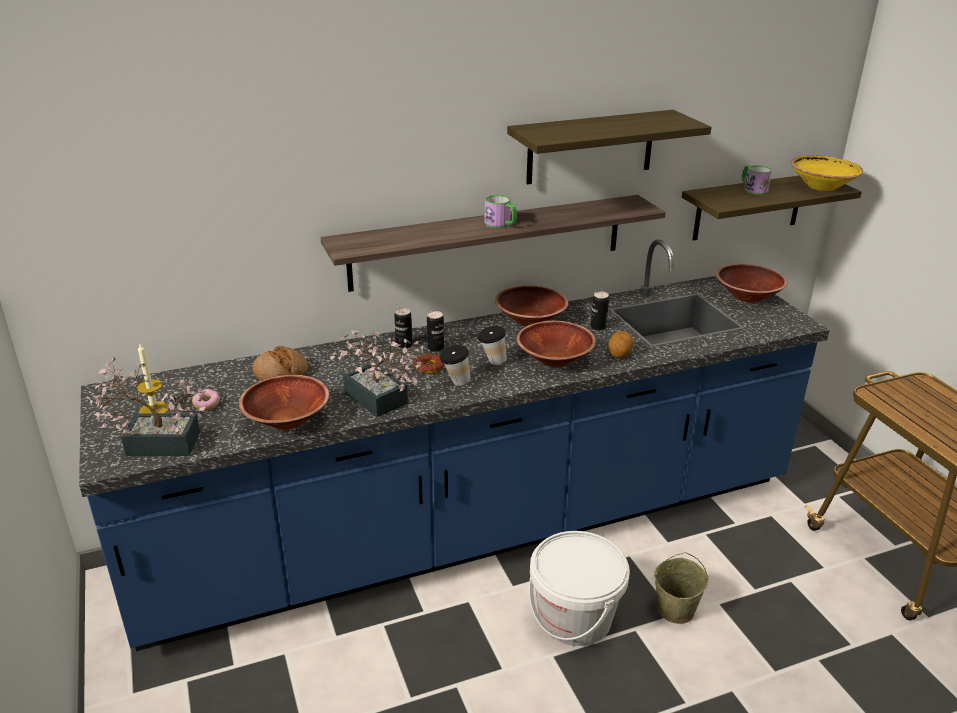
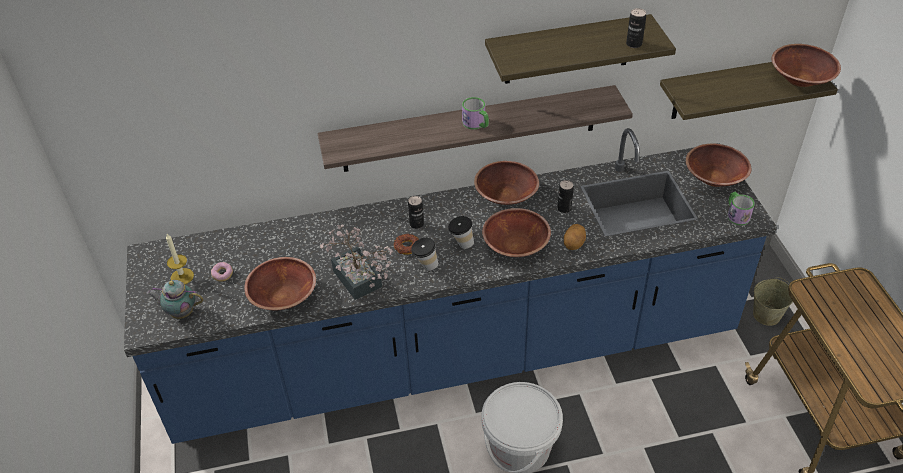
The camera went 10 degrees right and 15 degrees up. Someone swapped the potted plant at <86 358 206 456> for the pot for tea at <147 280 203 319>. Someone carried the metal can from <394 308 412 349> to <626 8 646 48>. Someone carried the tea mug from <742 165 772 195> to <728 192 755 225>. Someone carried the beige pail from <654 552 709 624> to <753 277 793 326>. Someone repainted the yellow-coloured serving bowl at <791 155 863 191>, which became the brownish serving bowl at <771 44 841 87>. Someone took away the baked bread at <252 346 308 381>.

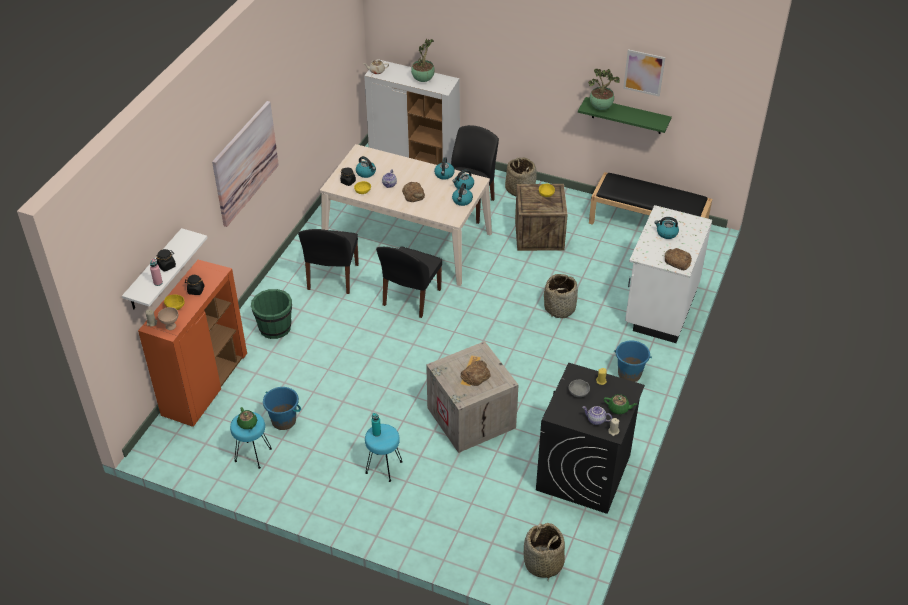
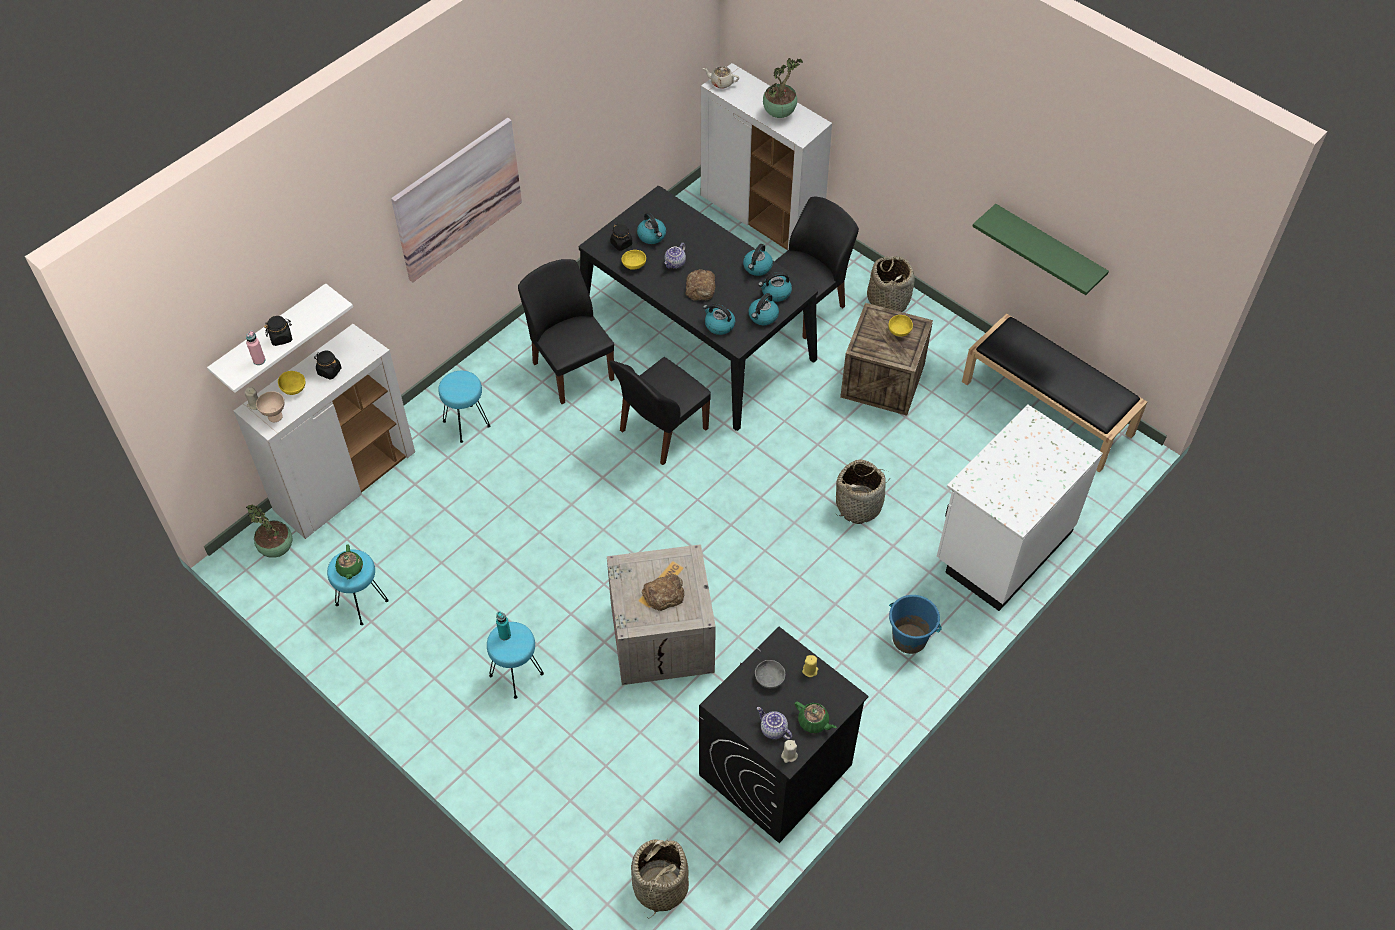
The camera went 20 degrees right and 10 degrees up. Someone repainted the orange-coloured storage cabinet at <138 260 247 427>, which became the white-coloured storage cabinet at <234 324 415 539>. Someone carried the potted plant from <588 69 620 110> to <246 505 292 558>. Someone swapped the green-coloured pail at <251 289 292 339> for the turquoise sitting stool at <438 371 490 443>. Someone rotated the blackish upright chair at <298 229 359 294> by 120 degrees clockwise. Someone repainted the beige dinner table at <320 144 492 286>, which became the blackish dinner table at <579 186 818 431>. Someone carried the kettle from <654 217 679 239> to <703 304 735 335>. Someone took away the bluish pail at <263 387 301 430>. Someone took away the wall art at <623 49 665 96>. Someone took away the baked bread at <665 248 692 270>.

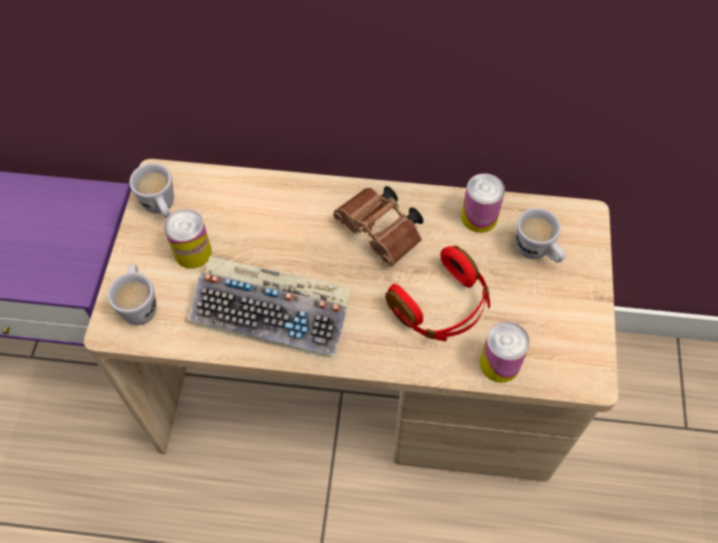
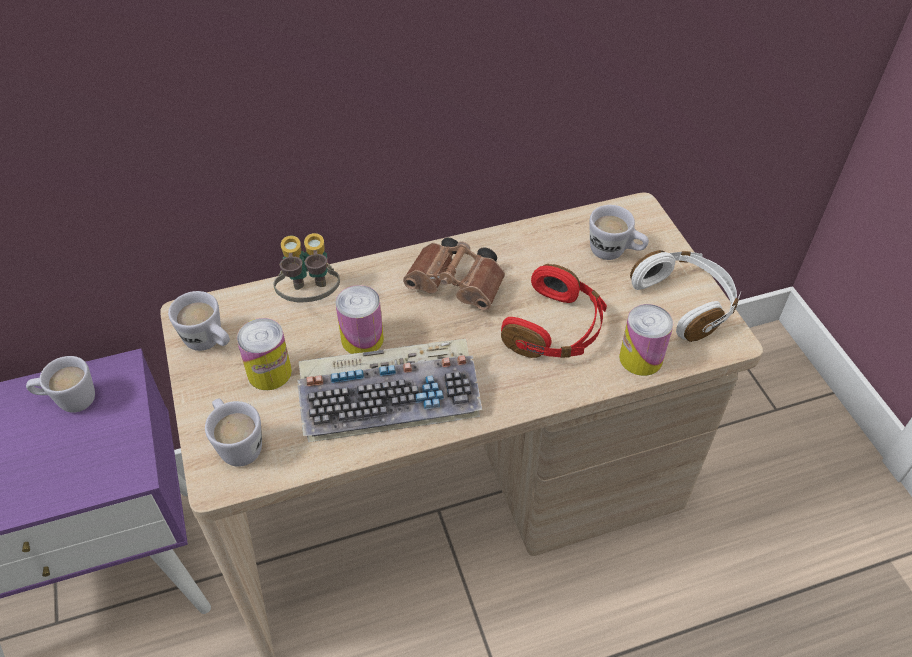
The camera went 25 degrees left and 10 degrees down. Someone put down the white-coloured tea mug at <26 356 95 413>. Someone put down the field glasses at <273 233 340 302>. Someone carried the metal can from <461 173 505 233> to <336 285 384 354>. Someone put down the white-coloured headset at <630 250 741 342>.

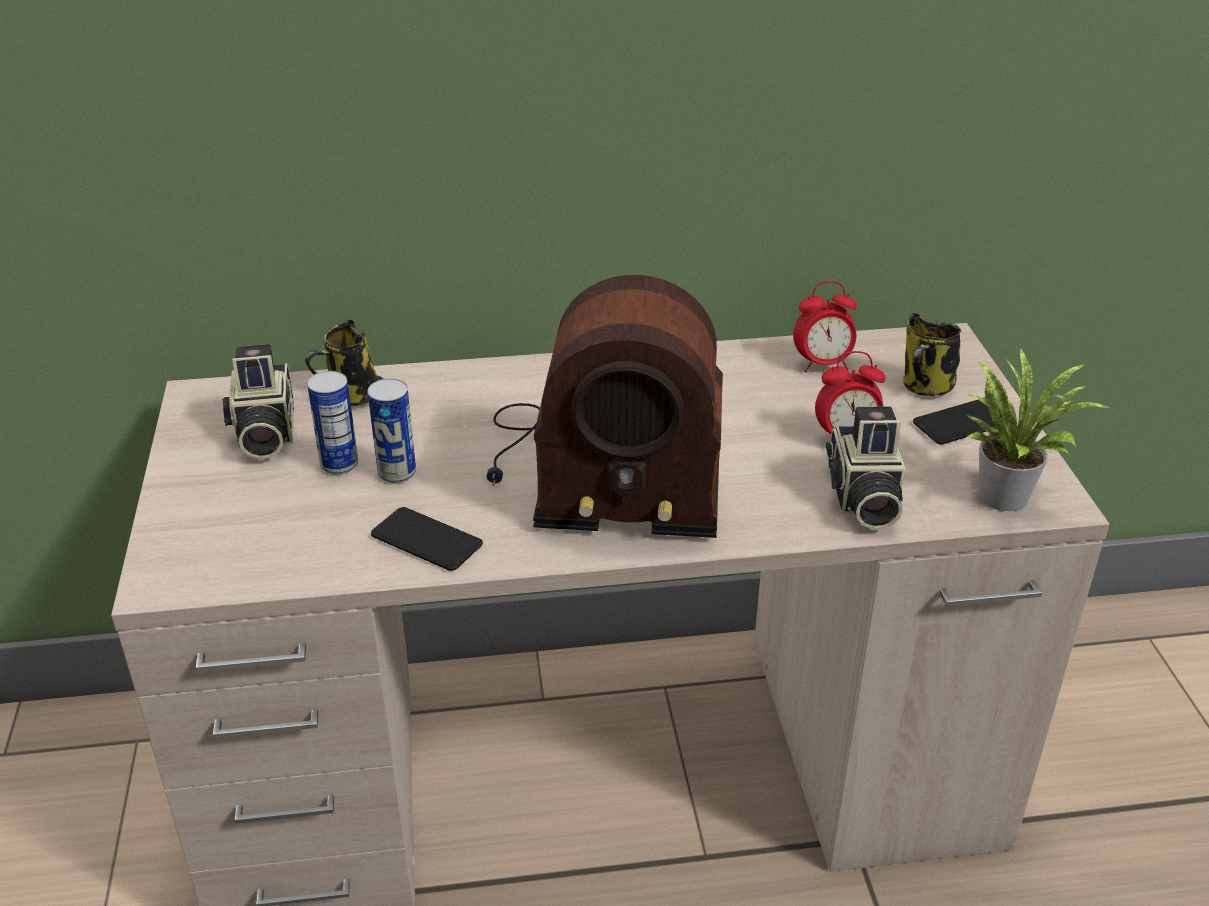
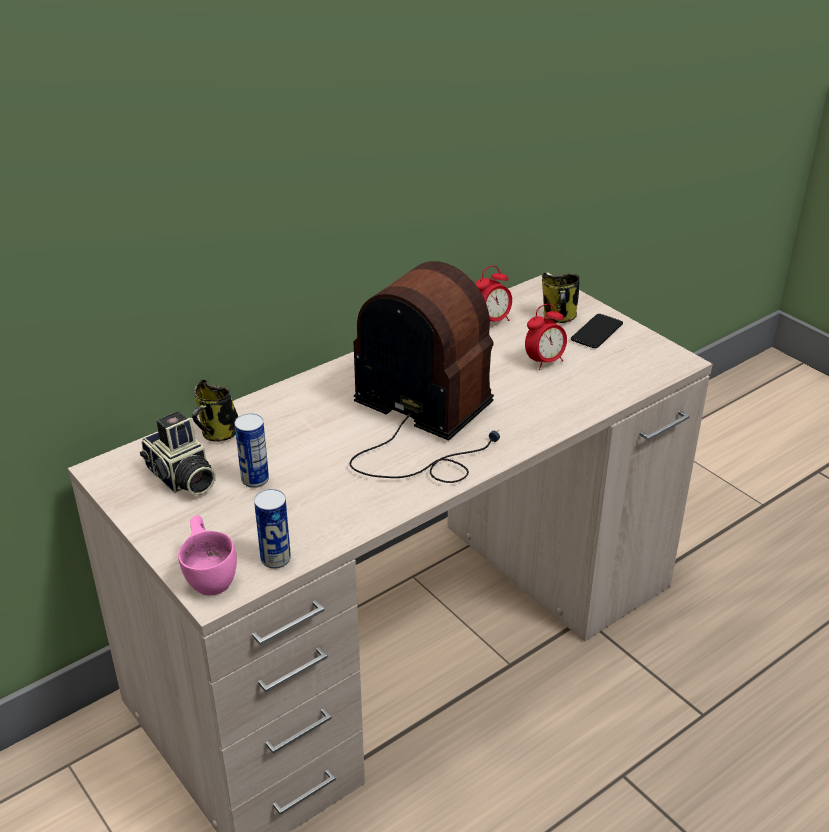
The camera went 30 degrees left and 0 degrees up. Someone put down the pink-coloured drinking cup at <178 515 237 596>. Someone carried the metal can from <367 378 416 483> to <254 489 291 569>. Someone rotated the radio receiver at <486 275 723 538> by 120 degrees counterclockwise. Someone took away the phone at <371 507 483 571>. Someone took away the photo camera at <826 407 905 530>. Someone took away the potted plant at <965 348 1110 511>.

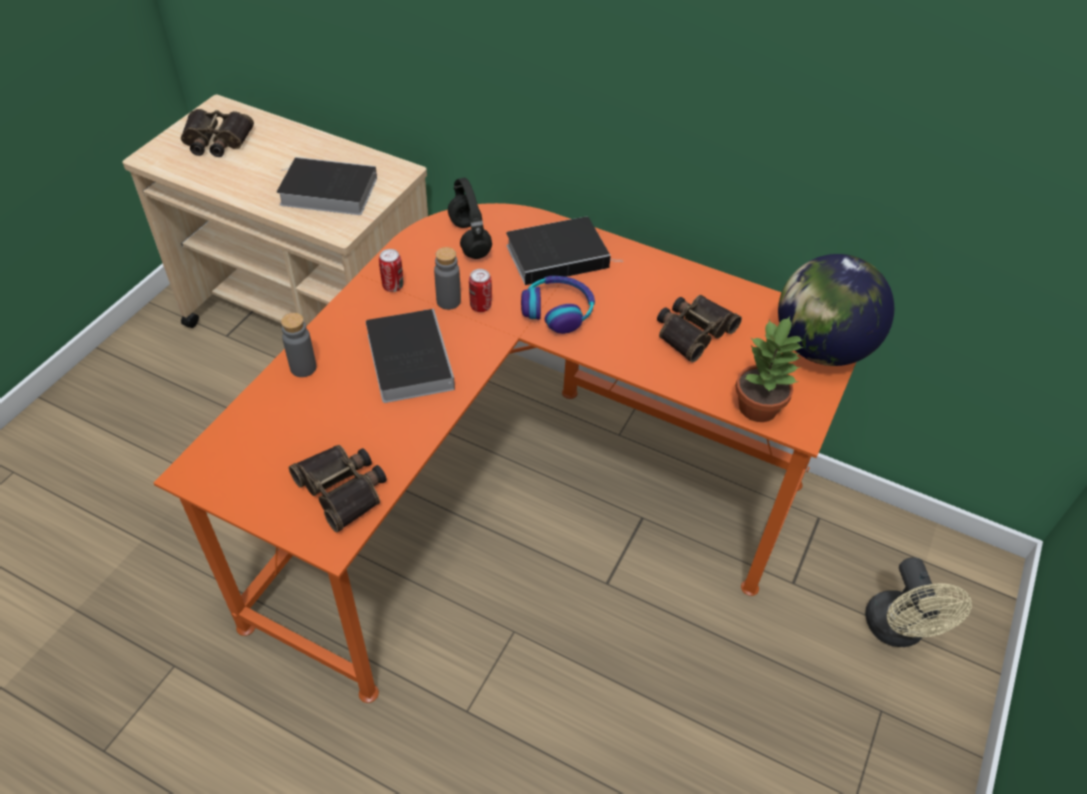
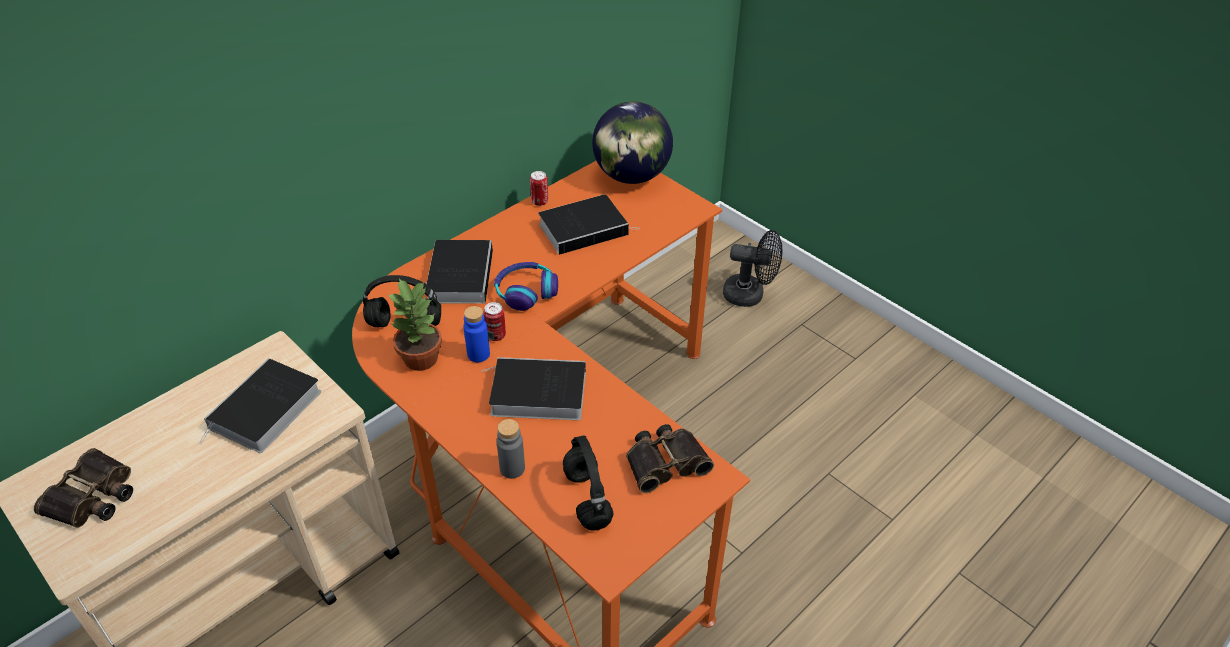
The camera went 70 degrees left and 5 degrees down. Someone carried the potted plant from <735 316 804 422> to <387 278 442 371>. Someone repainted the grey bottle at <434 247 461 310>, which became the bluish bottle at <464 306 490 362>. Someone carried the metal can from <379 249 403 292> to <530 171 548 206>. Someone swapped the field glasses at <657 295 742 363> for the volume at <538 194 640 255>. Someone put down the blackish headset at <563 435 614 531>. Someone repainted the beige electric fan at <865 557 972 647>, which became the blackish electric fan at <723 230 782 307>.

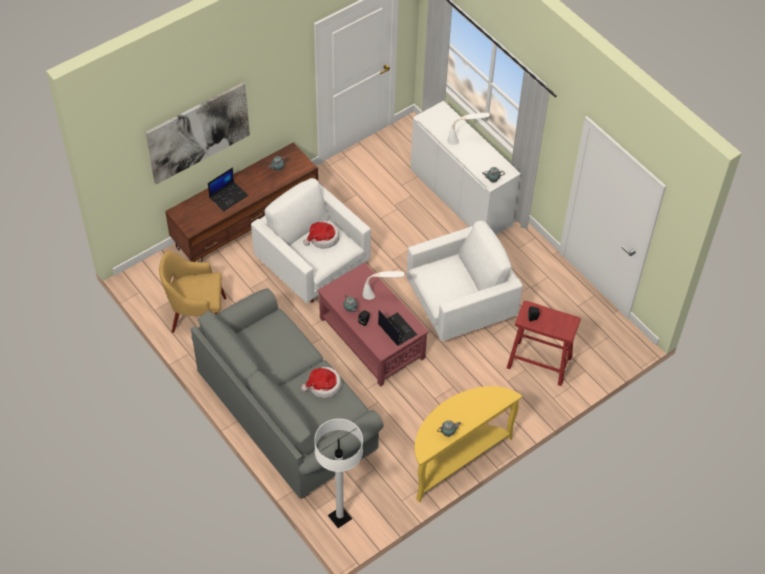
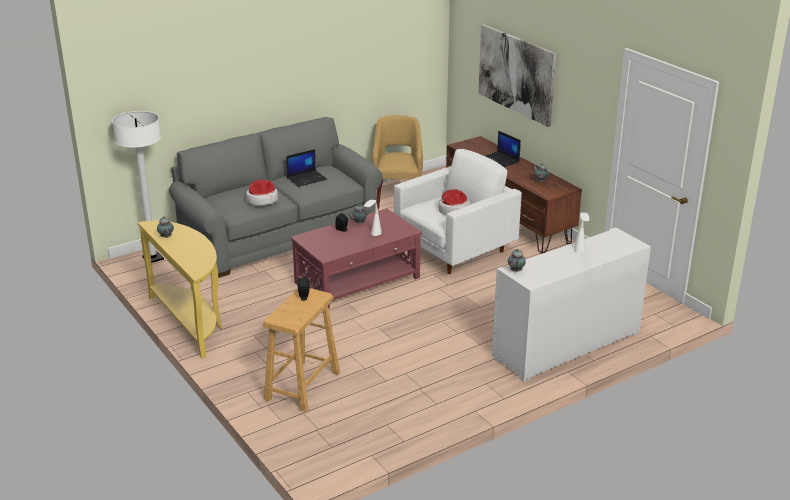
The camera went 95 degrees right and 25 degrees down. Someone repainted the reddish sitting stool at <507 301 581 386>, which became the beige sitting stool at <263 288 340 412>. Someone carried the notebook computer from <378 310 417 346> to <286 149 327 187>. Someone took away the white-coloured lounge chair at <407 221 523 341>.

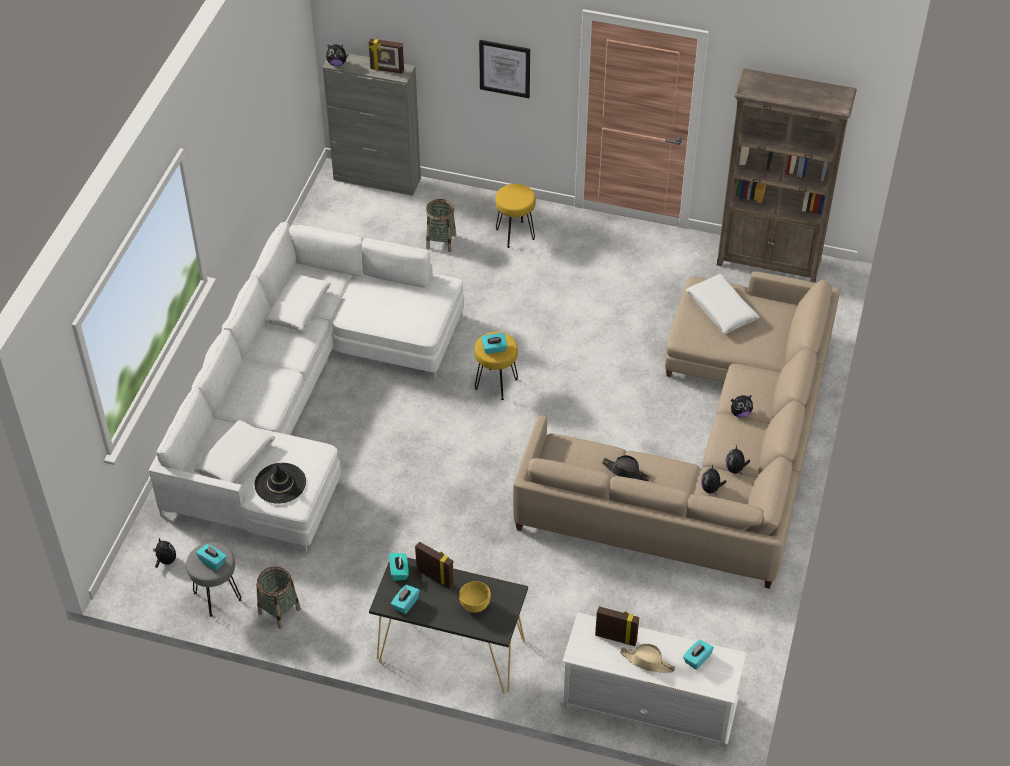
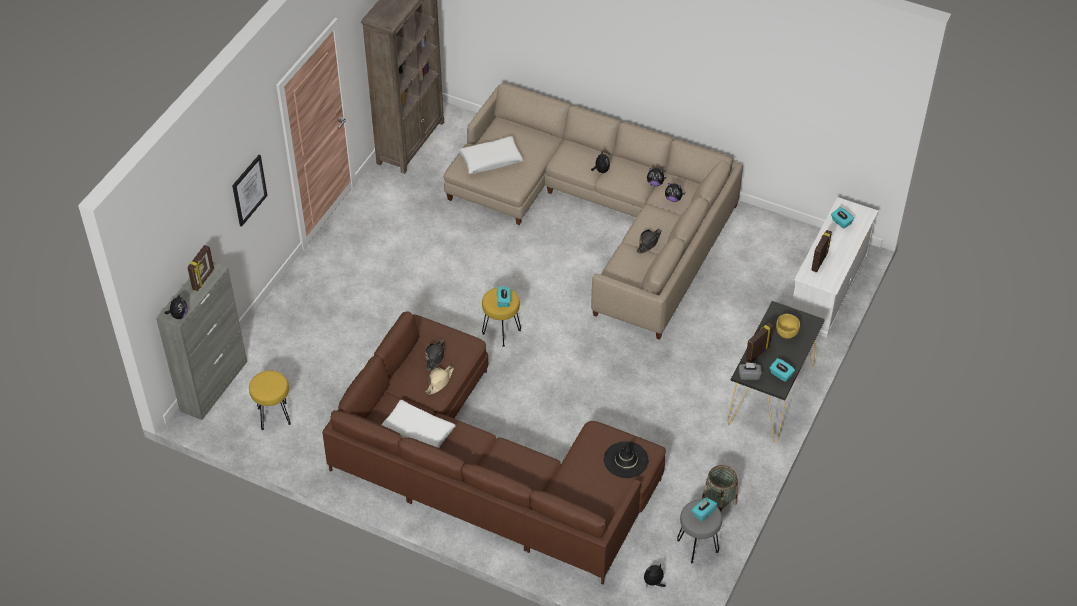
The camera went 80 degrees left and 0 degrees up. Someone carried the yellow-coloured sitting stool from <495 184 536 248> to <249 371 291 430>. Someone repainted the white-coloured settee at <149 222 464 553>, which became the brownish settee at <322 311 666 584>. Someone put down the blackish clothing hat at <425 339 444 371>. Someone carried the beige clothing hat from <620 644 675 672> to <426 365 454 395>. Someone repainted the turquoise tissue holder at <389 553 409 581>, which became the grey tissue holder at <739 362 762 380>. Someone took away the white-coloured cushion at <194 420 275 483>. Someone took away the household basket at <426 199 456 252>.

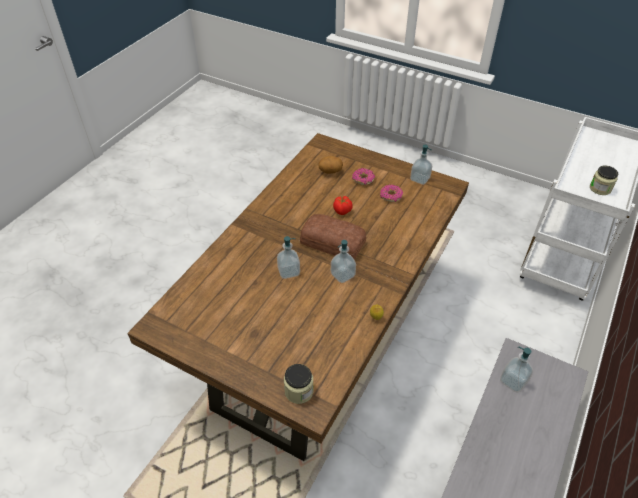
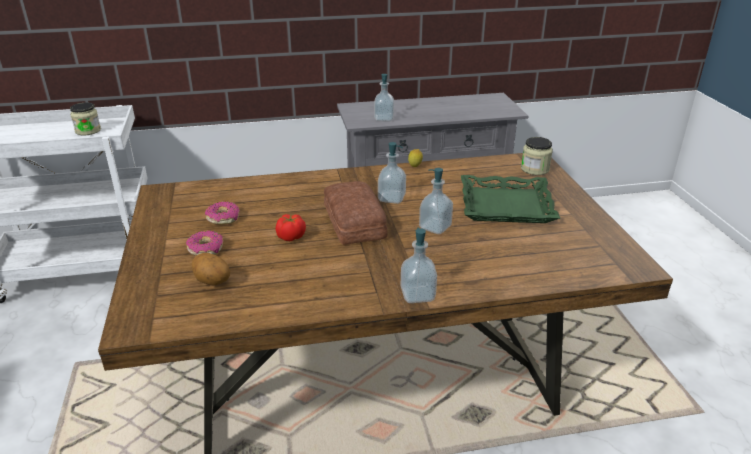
The camera went 130 degrees left and 15 degrees down. Someone carried the soap dispenser from <410 145 432 185> to <401 227 437 303>. Someone put down the green-coloured tray at <461 175 560 223>.

